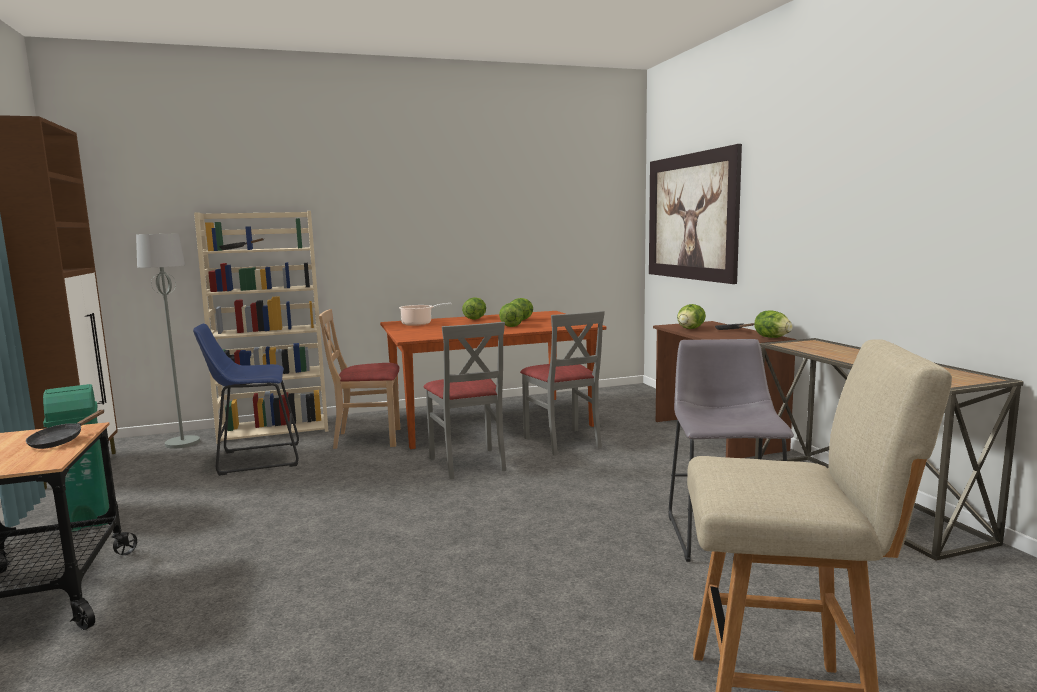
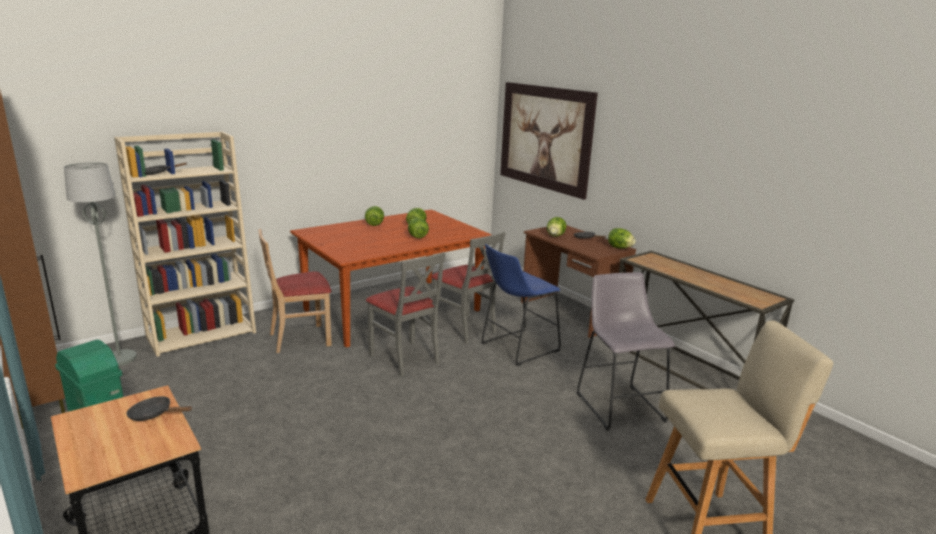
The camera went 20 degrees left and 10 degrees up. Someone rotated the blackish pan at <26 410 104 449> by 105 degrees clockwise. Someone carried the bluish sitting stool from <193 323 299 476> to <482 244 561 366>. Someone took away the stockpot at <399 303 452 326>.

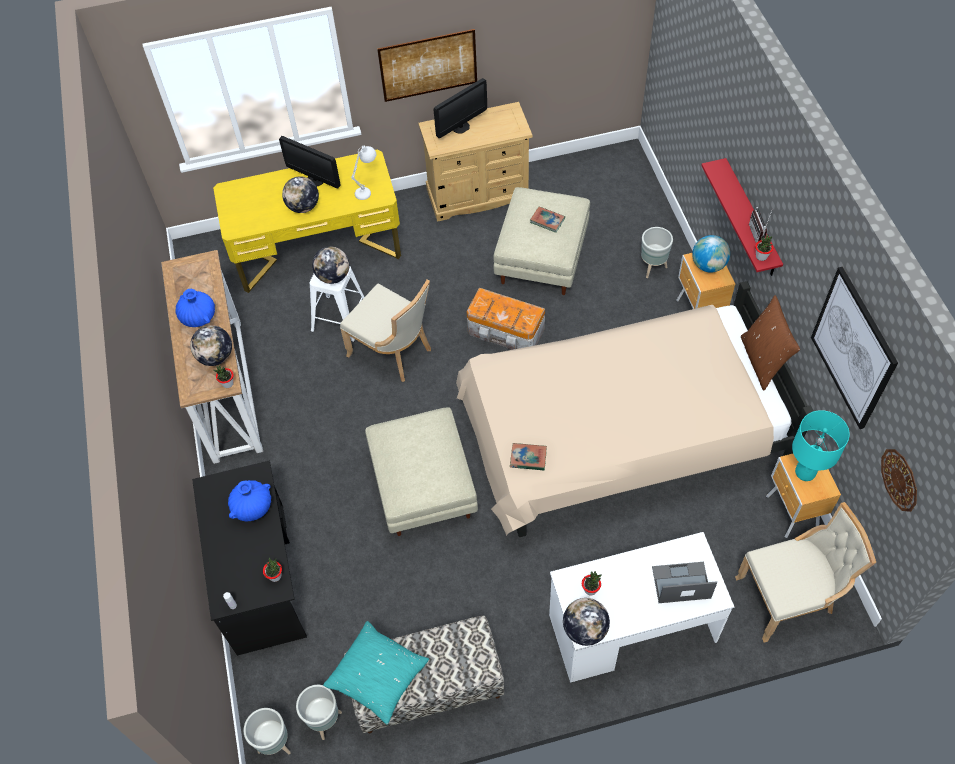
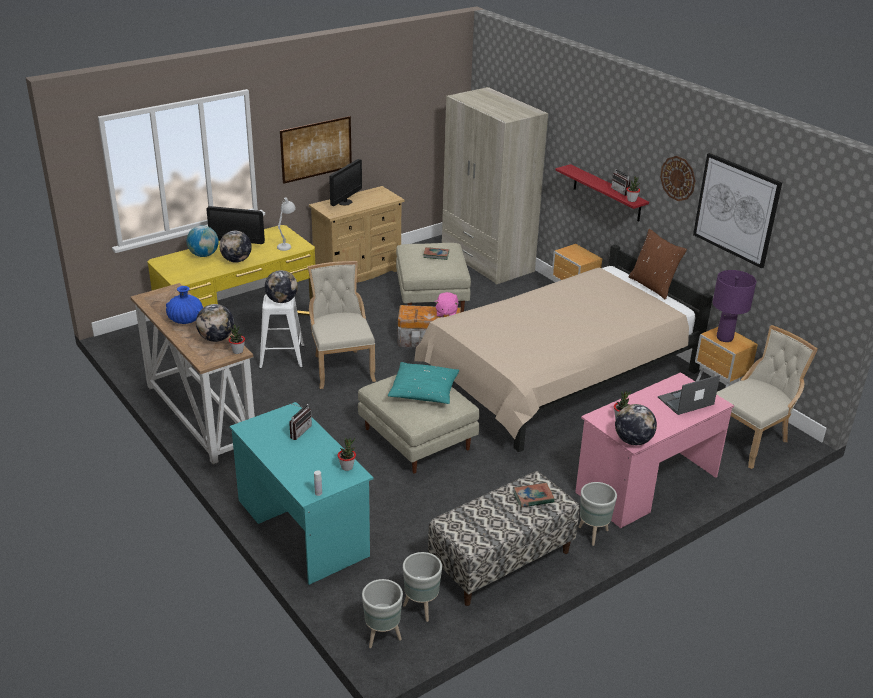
The camera went 25 degrees left and 25 degrees down. Someone carried the globe from <692 235 730 273> to <187 225 219 257>. Someone repainted the blackish desk at <192 460 307 656>, which became the turquoise desk at <229 402 373 585>. Someone swapped the bluish decorative vase at <228 480 271 521> for the radio receiver at <289 403 312 440>. Someone rotated the beige upright chair at <340 279 431 382> by 120 degrees counterclockwise. Someone carried the turquoise cushion from <323 621 429 724> to <388 362 459 404>. Someone put down the pink-coloured plush toy at <435 292 458 317>. Someone put down the beige wardrobe at <442 87 548 285>. Someone carried the volume from <510 443 547 470> to <514 483 554 507>. Someone repainted the white-coloured desk at <549 532 734 683>, which became the pink-coloured desk at <575 372 734 528>. Someone carried the grey planter from <641 227 673 278> to <579 482 617 546>. Someone carried the hanging clock from <881 449 917 512> to <660 156 695 201>. Someone repainted the turquoise tabletop lamp at <792 410 850 481>, which became the purple-coloured tabletop lamp at <712 270 756 342>.

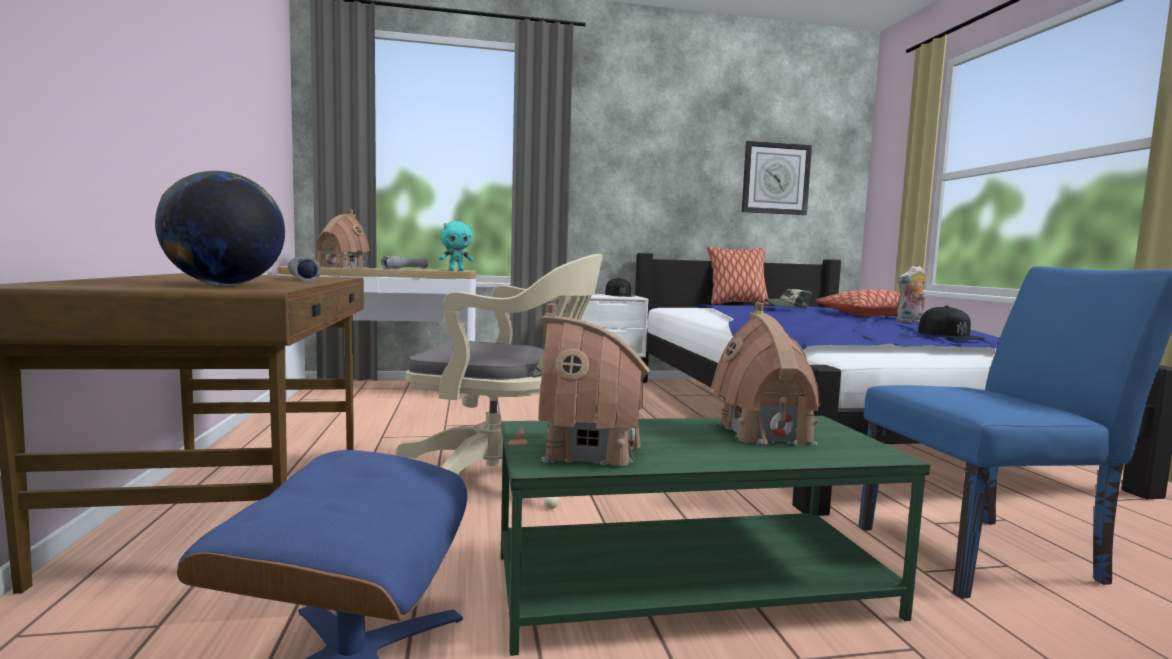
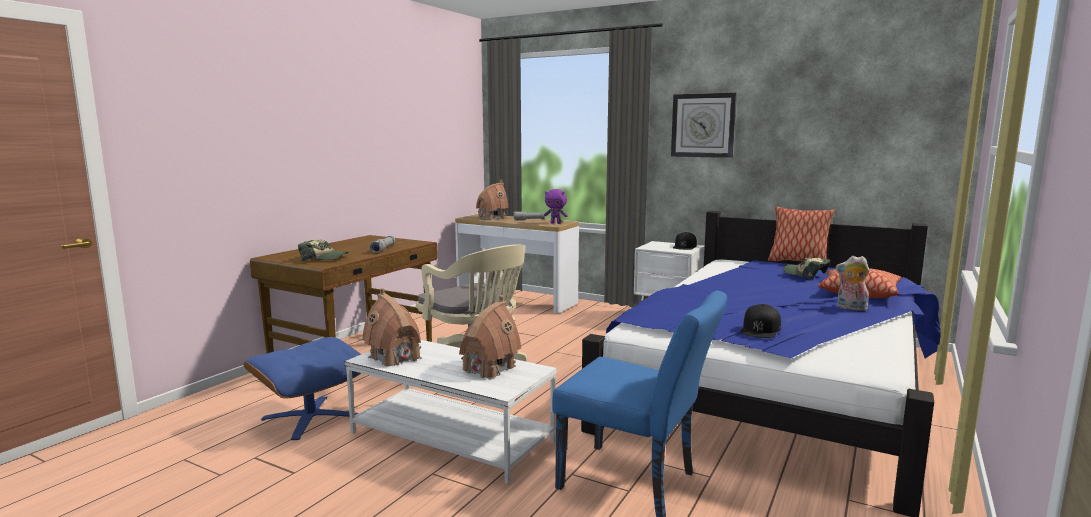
The camera went 40 degrees right and 5 degrees up. Someone swapped the globe at <155 171 285 285> for the peaked cap at <298 239 349 262>. Someone repainted the green-coloured low table at <501 416 930 656>, which became the white-coloured low table at <344 340 557 484>. Someone repainted the turquoise plush toy at <439 221 474 271>, which became the purple-coloured plush toy at <544 189 568 224>. Someone carried the hanging clock from <742 141 812 215> to <671 93 737 158>.

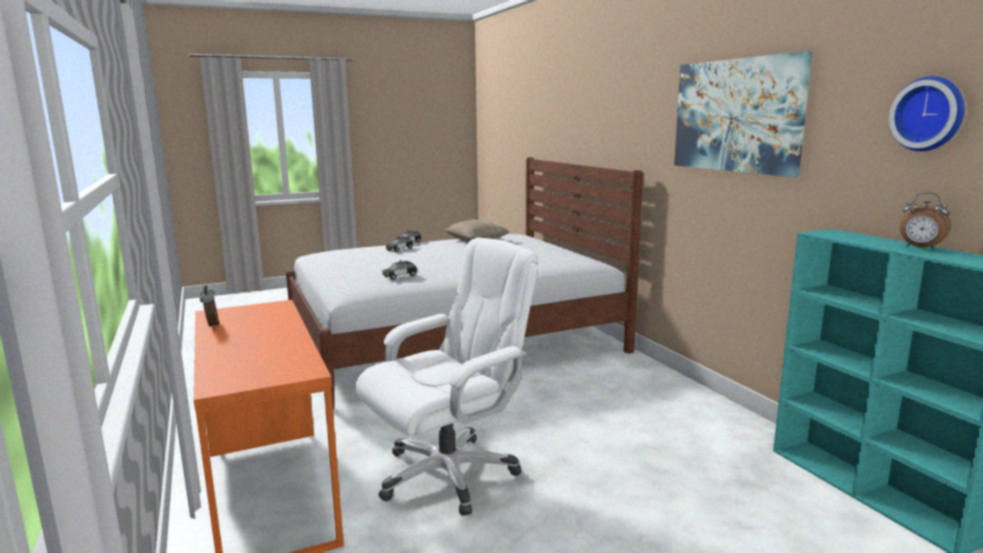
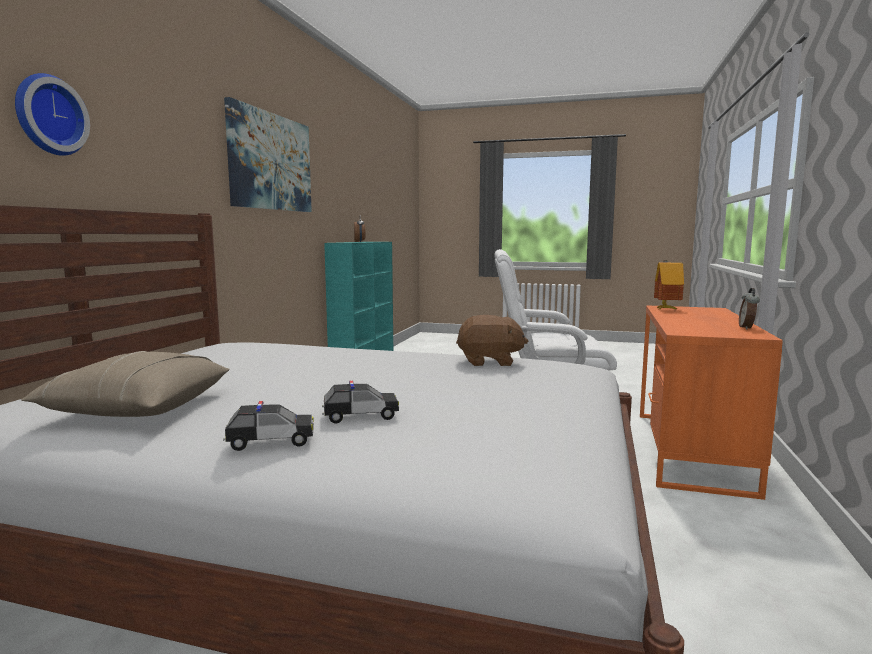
The camera went 140 degrees left and 5 degrees down. Someone carried the hanging clock from <889 76 965 151> to <15 73 90 156>. Someone swapped the toy car at <382 260 417 280> for the brownish plush toy at <456 315 528 366>. Someone put down the miniature house at <654 260 684 310>.

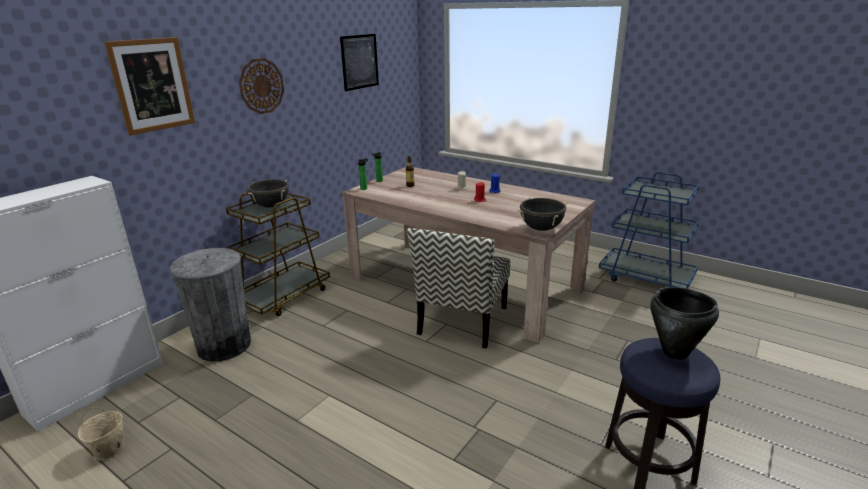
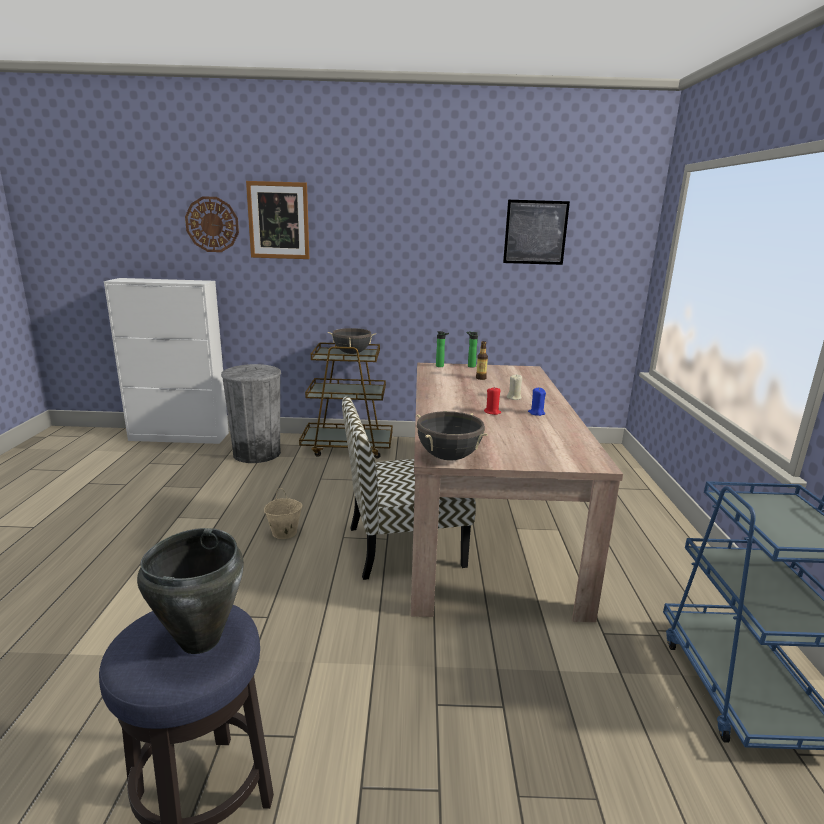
The camera went 55 degrees right and 5 degrees down. Someone carried the hanging clock from <239 58 284 114> to <185 196 239 252>. Someone carried the beige pail from <78 407 124 460> to <264 488 303 539>.

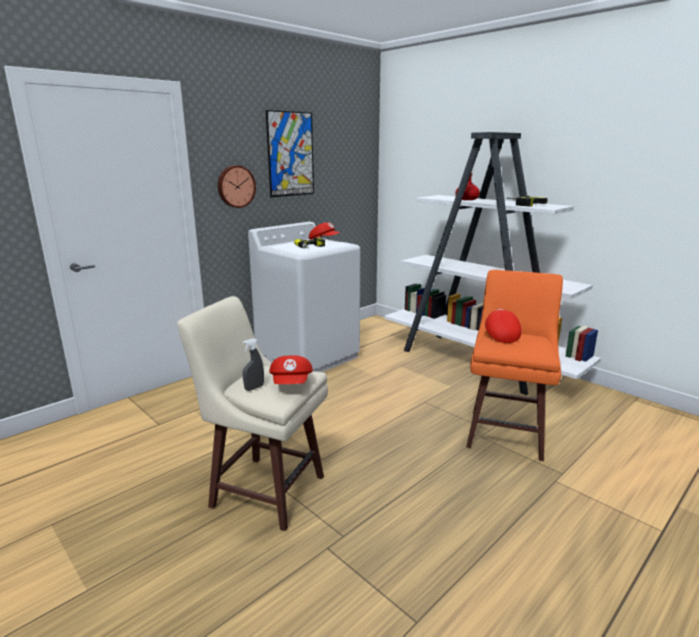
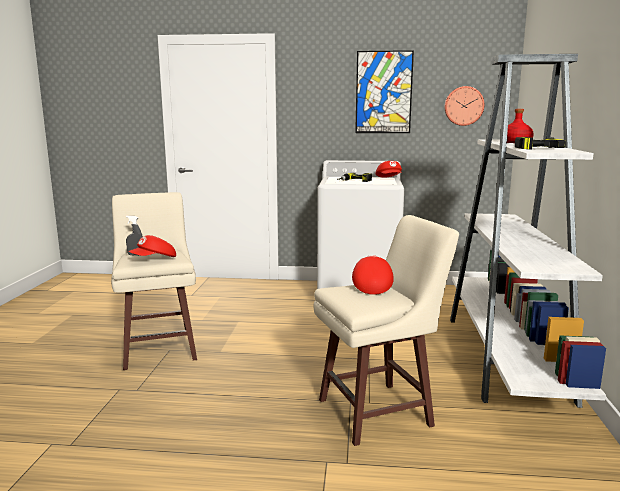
The camera went 50 degrees right and 5 degrees down. Someone repainted the orange-coloured sitting stool at <466 270 563 461>, which became the beige sitting stool at <313 215 459 446>. Someone rotated the reddish peaked cap at <485 309 522 343> by 45 degrees counterclockwise. Someone carried the hanging clock from <218 165 256 208> to <444 86 484 126>.

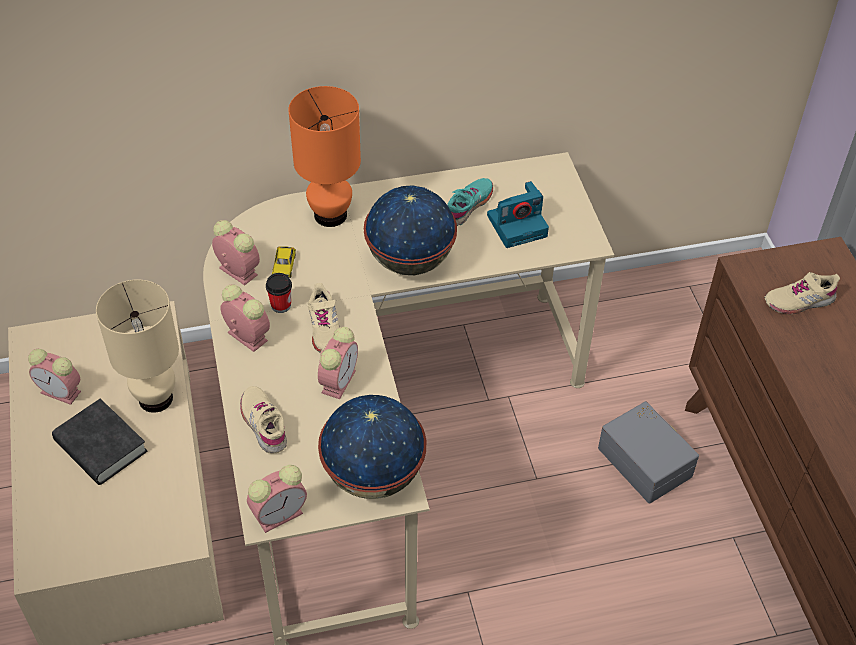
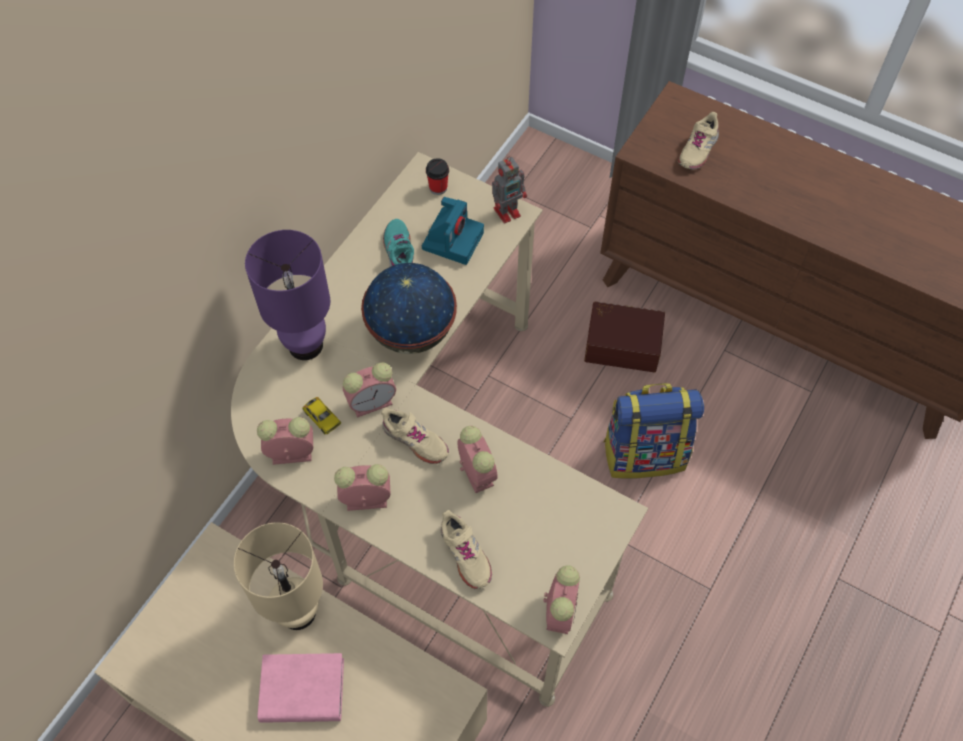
The camera went 45 degrees left and 10 degrees up. Someone repainted the orange-coloured tabletop lamp at <288 86 361 227>, which became the purple-coloured tabletop lamp at <245 230 330 360>. Someone repainted the blackish volume at <52 399 147 485>, which became the pink-coloured volume at <258 653 344 723>. Someone carried the alarm clock from <28 349 81 405> to <343 363 396 418>. Someone carried the drinking cup from <266 273 292 313> to <426 158 449 195>. Someone rotated the beige shoe at <240 386 287 454> by 135 degrees counterclockwise. Someone put down the toy robot at <492 156 527 223>. Someone repainted the grey storage container at <598 401 699 503>, which became the brownish storage container at <584 302 665 372>. Someone put down the backpack at <603 383 704 479>. Someone took away the globe at <318 395 426 499>.

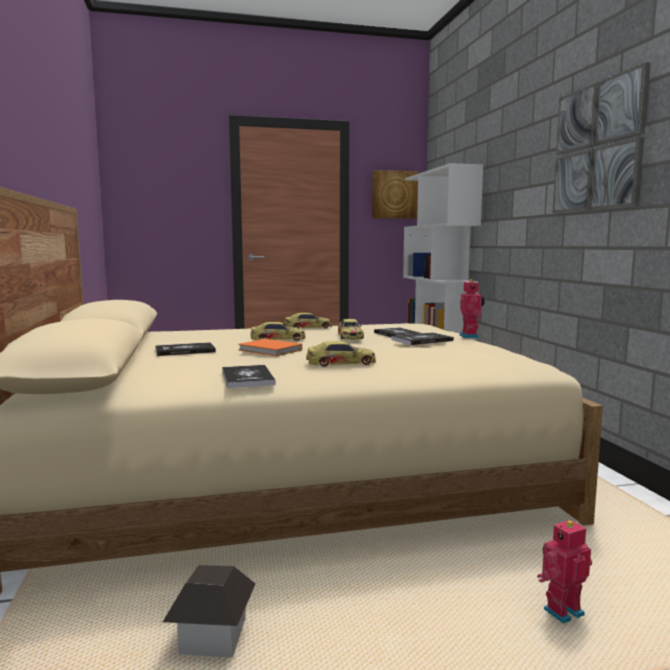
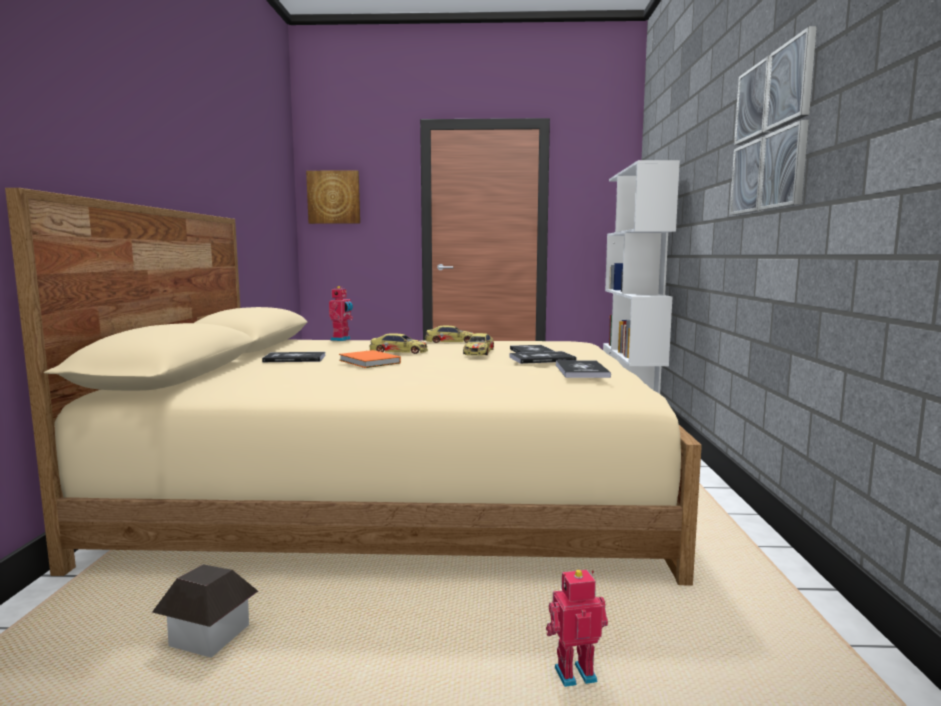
The camera went 15 degrees right and 0 degrees up. Someone carried the wall art from <372 170 418 219> to <306 170 360 224>. Someone carried the toy robot from <460 279 485 338> to <329 286 353 341>. Someone carried the volume from <222 365 276 388> to <556 360 611 378>. Someone took away the toy car at <306 341 376 367>.

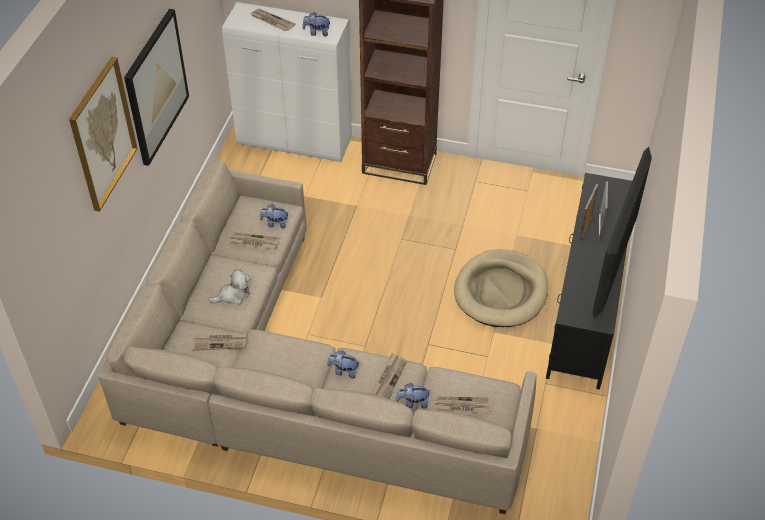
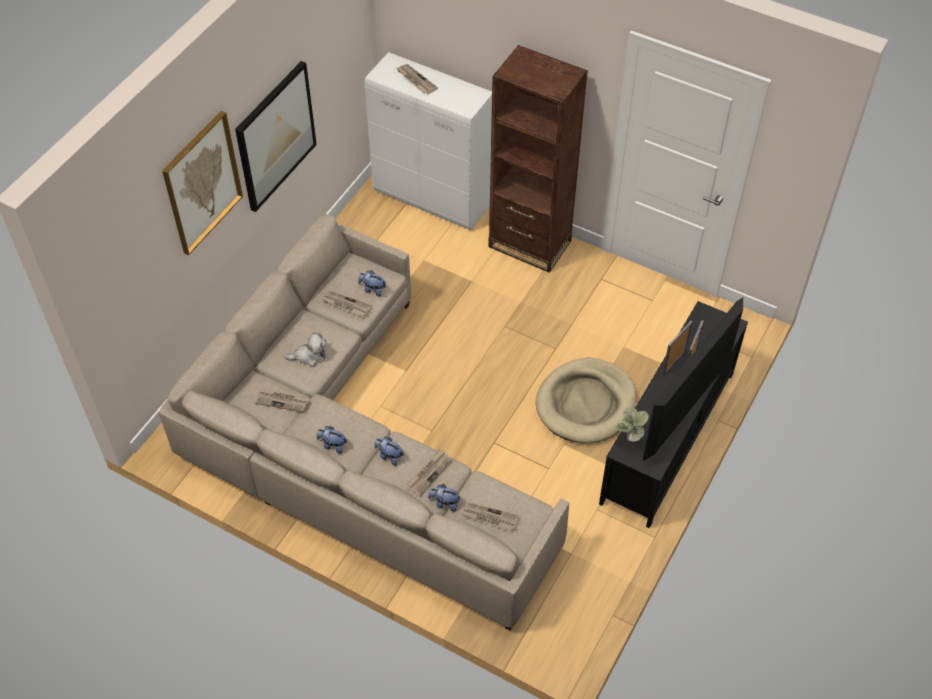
The camera went 15 degrees right and 5 degrees up. Someone carried the plush toy from <302 12 331 37> to <317 426 347 454>. Someone put down the potted plant at <616 407 649 442>.

